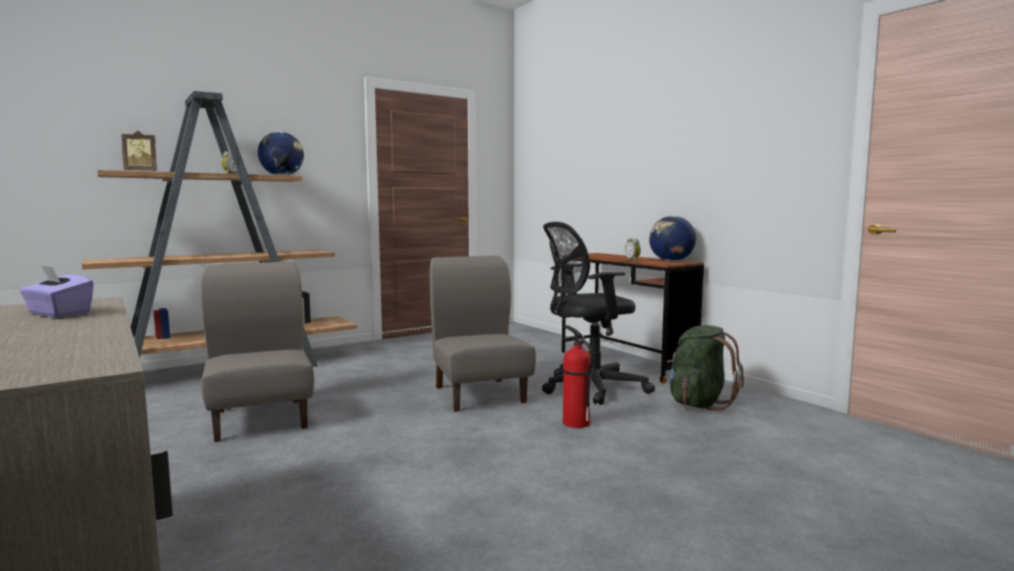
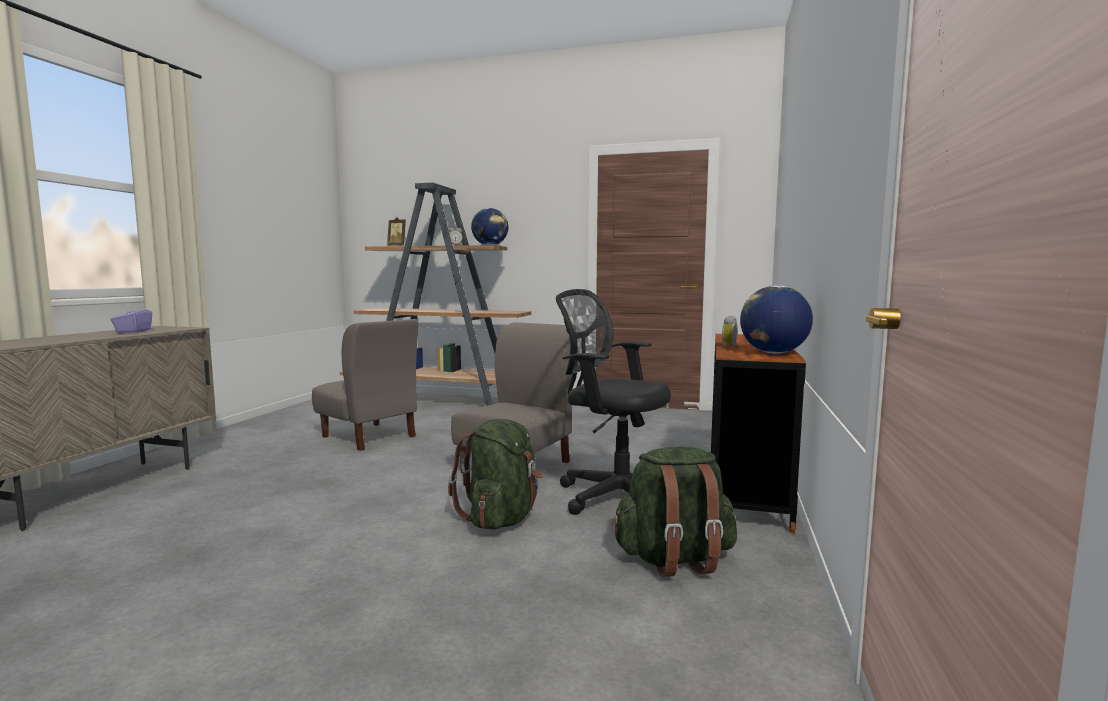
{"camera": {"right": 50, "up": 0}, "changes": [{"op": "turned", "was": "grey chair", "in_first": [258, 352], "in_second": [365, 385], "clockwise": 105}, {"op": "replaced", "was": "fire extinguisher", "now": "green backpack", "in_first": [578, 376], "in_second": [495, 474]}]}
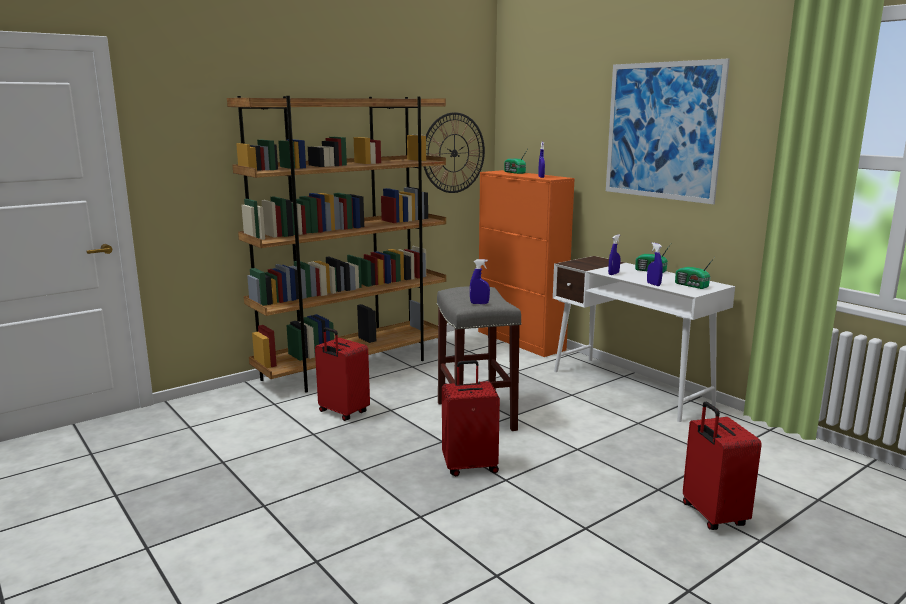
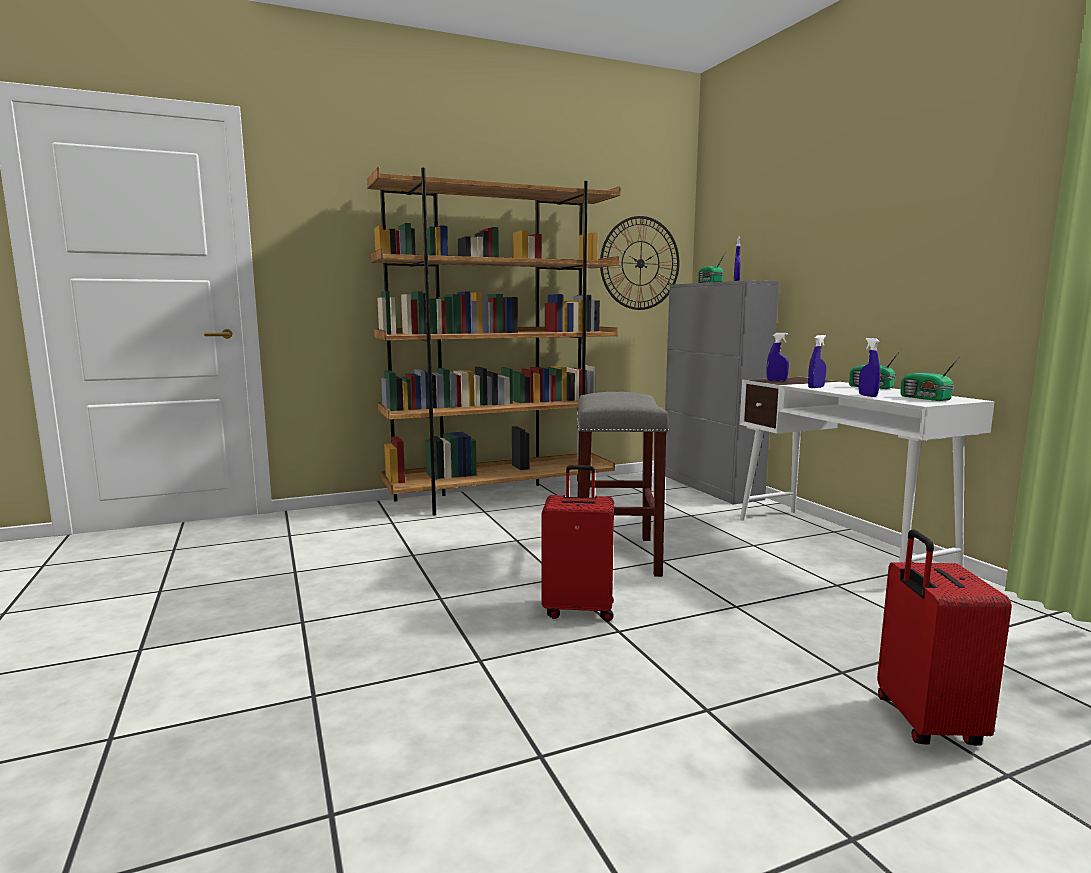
{"camera": {"right": 15, "up": -5}, "changes": [{"op": "removed", "was": "picture", "in_first": [668, 131]}, {"op": "recoloured", "was": "orange cabinet", "now": "grey cabinet", "in_first": [526, 263], "in_second": [722, 392]}, {"op": "moved", "was": "blue spray bottle", "in_first": [480, 281], "in_second": [777, 357]}, {"op": "removed", "was": "red suitcase", "in_first": [342, 374]}]}
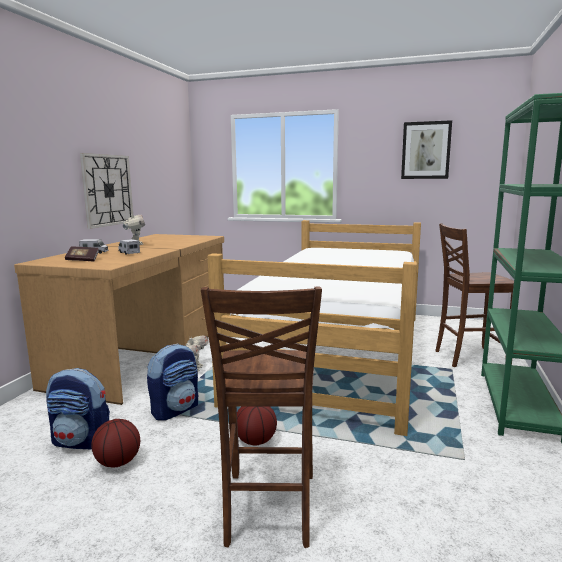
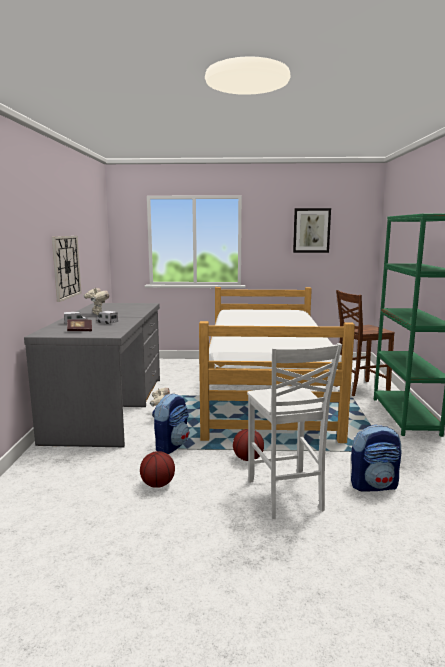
{"camera": {"right": -15, "up": 0}, "changes": [{"op": "recoloured", "was": "brown desk", "now": "grey desk", "in_first": [119, 319], "in_second": [92, 375]}, {"op": "recoloured", "was": "brown chair", "now": "white chair", "in_first": [261, 417], "in_second": [294, 431]}, {"op": "moved", "was": "backpack", "in_first": [78, 408], "in_second": [376, 458]}]}
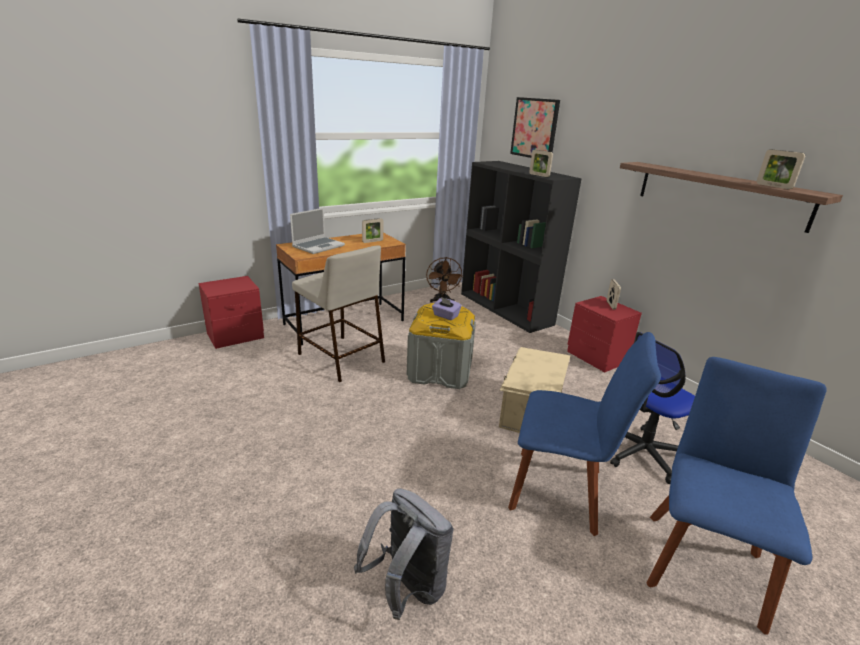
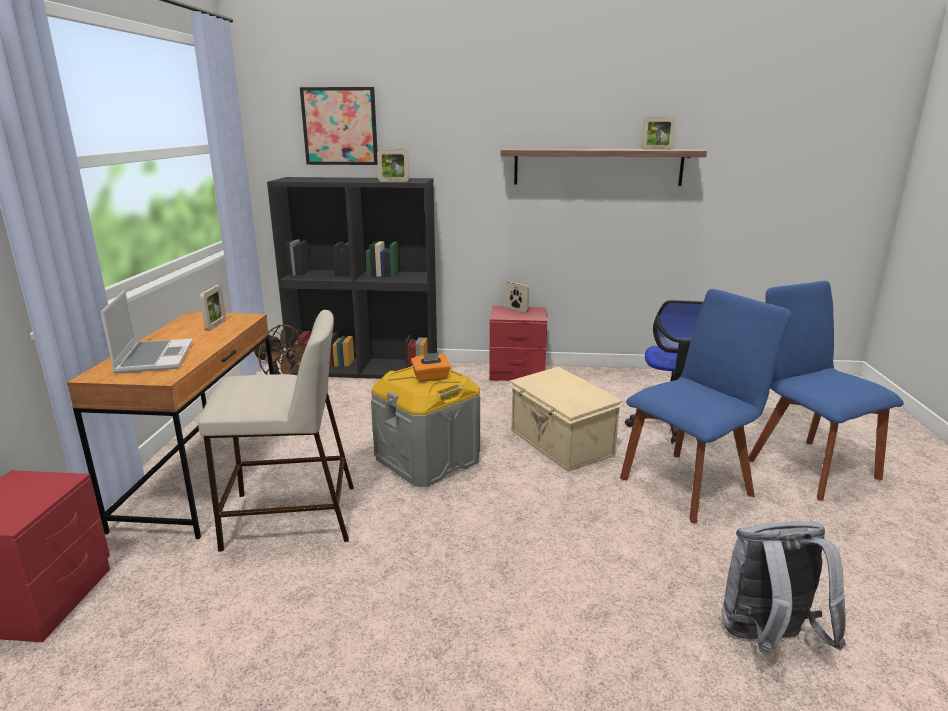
{"camera": {"right": -50, "up": -5}, "changes": [{"op": "recoloured", "was": "purple tissue box", "now": "orange tissue box", "in_first": [446, 308], "in_second": [431, 367]}]}
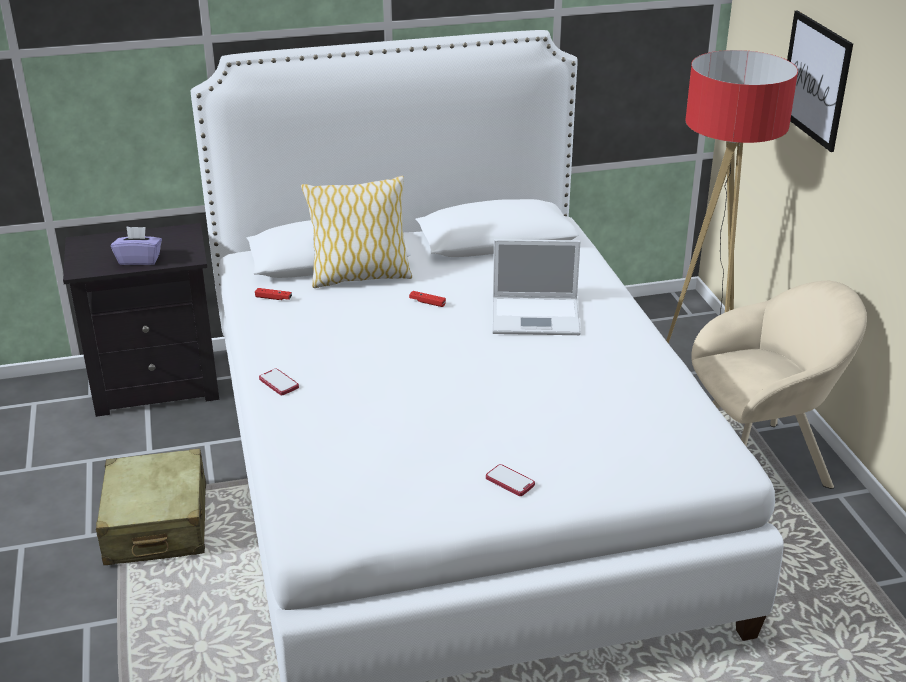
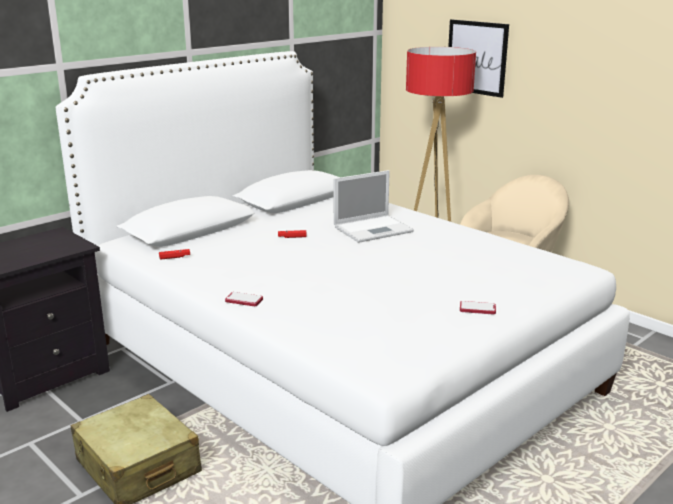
{"camera": {"right": -30, "up": -10}, "changes": [{"op": "removed", "was": "pillow", "in_first": [356, 232]}, {"op": "removed", "was": "purple tissue box", "in_first": [136, 245]}]}
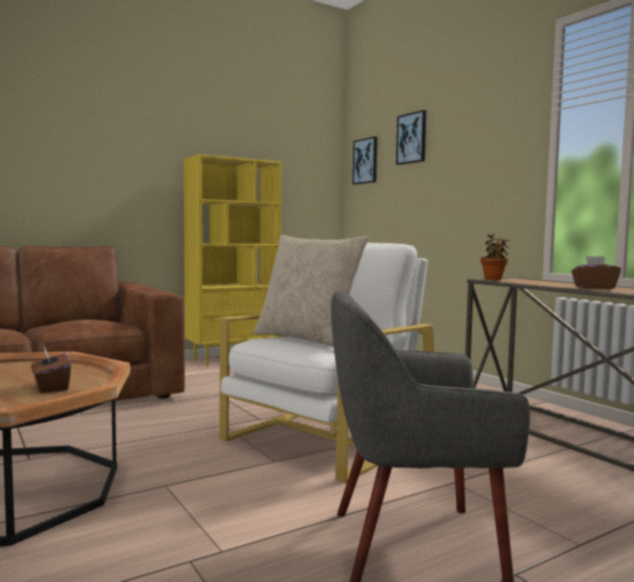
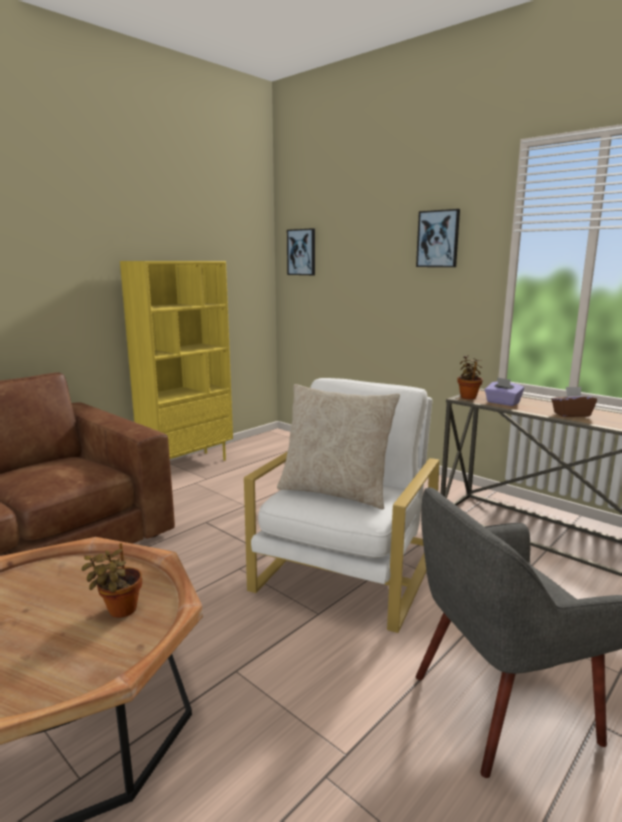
{"camera": {"right": -15, "up": 10}, "changes": [{"op": "moved", "was": "picture", "in_first": [411, 137], "in_second": [438, 238]}, {"op": "replaced", "was": "brown tissue box", "now": "potted plant", "in_first": [51, 369], "in_second": [111, 580]}, {"op": "added", "now": "purple tissue box", "in_second": [504, 391]}]}
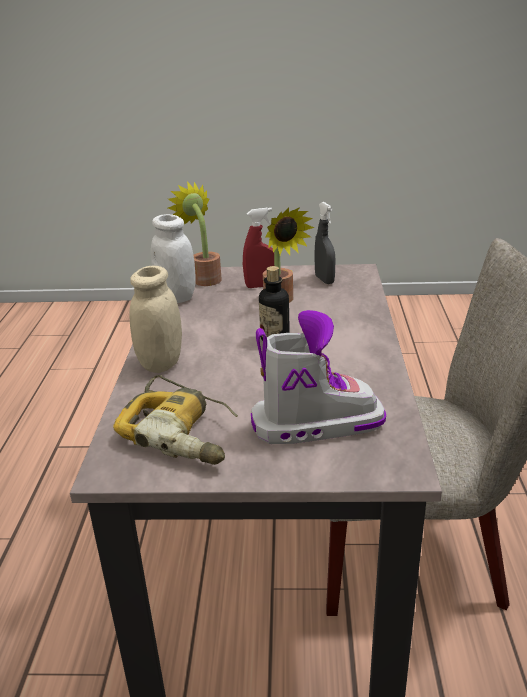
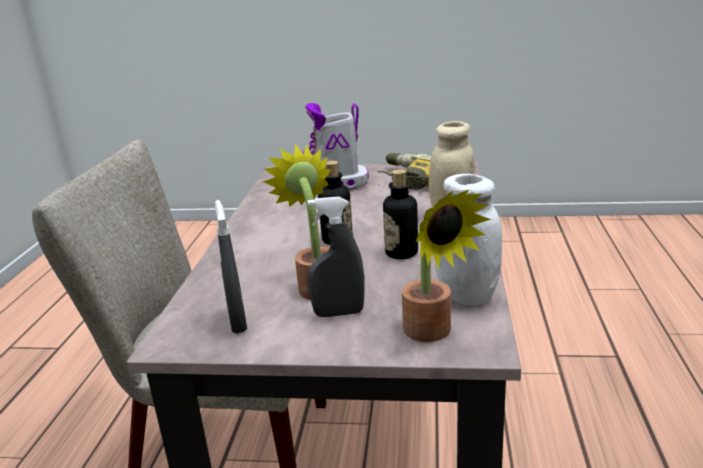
{"camera": {"right": -175, "up": -5}, "changes": [{"op": "recoloured", "was": "red spray bottle", "now": "grey spray bottle", "in_first": [258, 248], "in_second": [336, 257]}, {"op": "added", "now": "bottle", "in_second": [400, 214]}]}
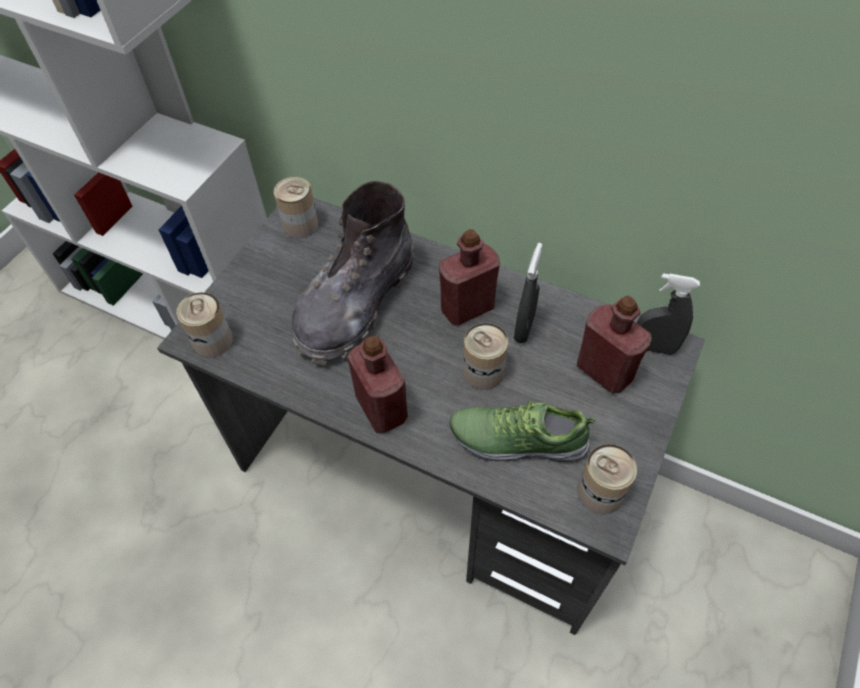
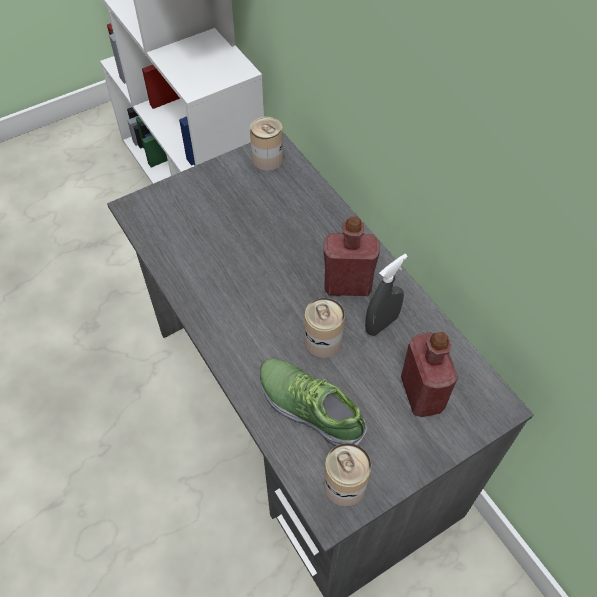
{"camera": {"right": 30, "up": 0}, "changes": [{"op": "removed", "was": "grey boot", "in_first": [353, 273]}, {"op": "removed", "was": "grey spray bottle", "in_first": [668, 314]}, {"op": "removed", "was": "can", "in_first": [205, 325]}, {"op": "removed", "was": "red bottle", "in_first": [377, 384]}]}
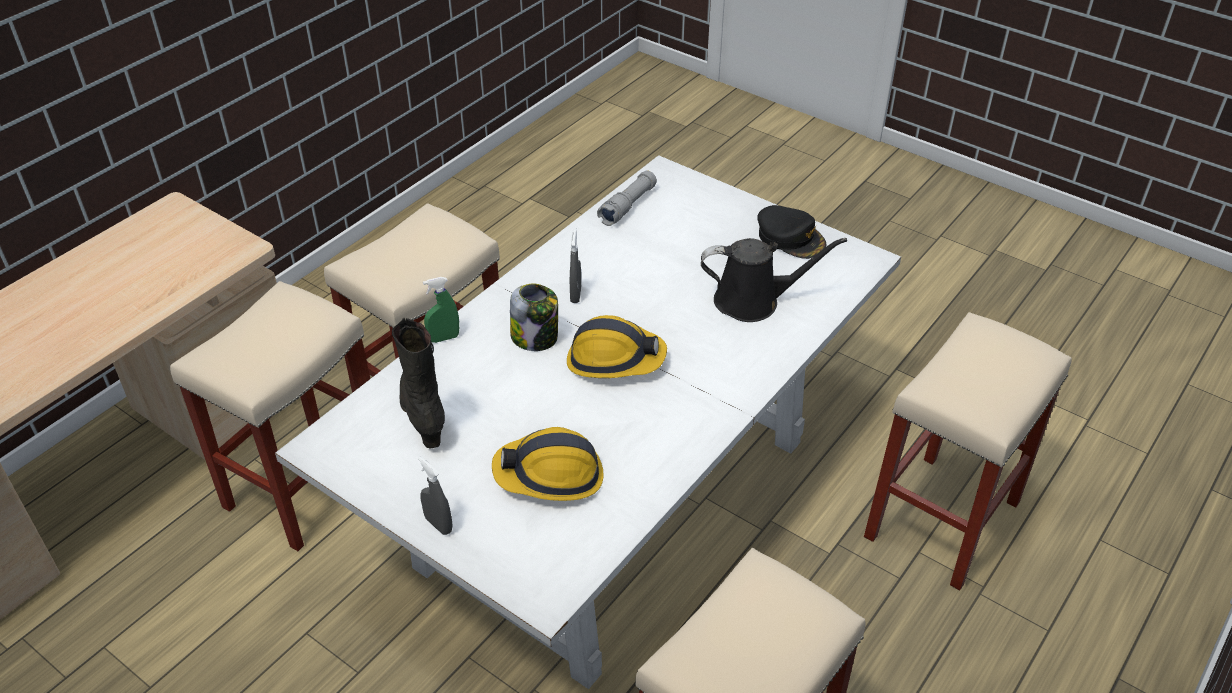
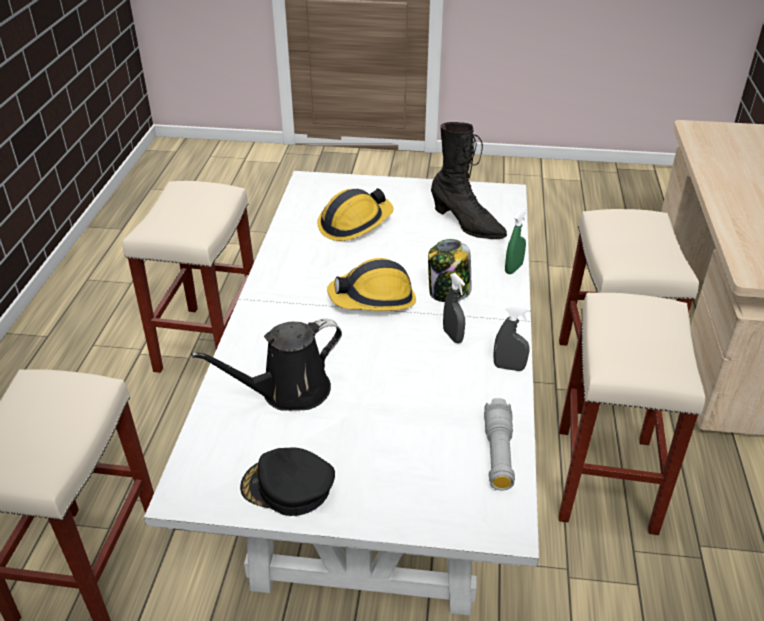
{"camera": {"right": 150, "up": -5}, "changes": [{"op": "moved", "was": "grey spray bottle", "in_first": [435, 495], "in_second": [512, 338]}]}
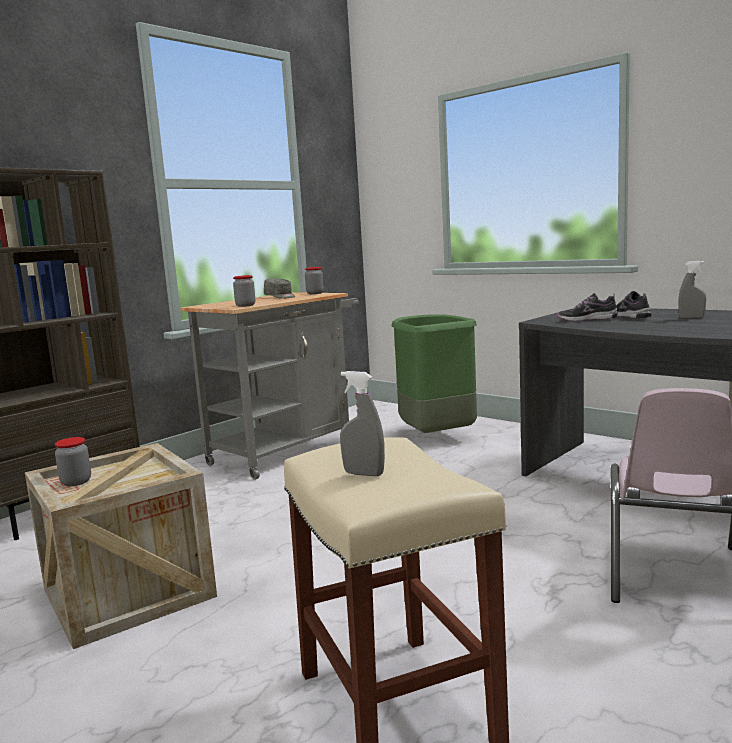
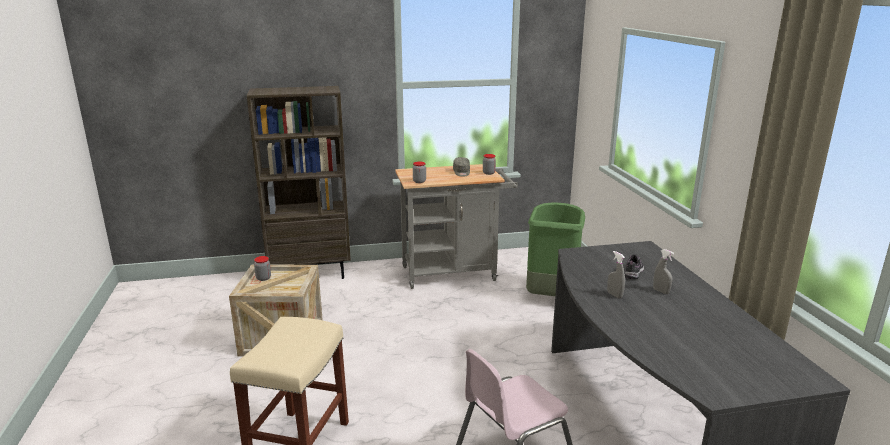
{"camera": {"right": 35, "up": 10}, "changes": [{"op": "removed", "was": "shoe", "in_first": [588, 307]}, {"op": "moved", "was": "grey spray bottle", "in_first": [362, 423], "in_second": [616, 275]}]}
